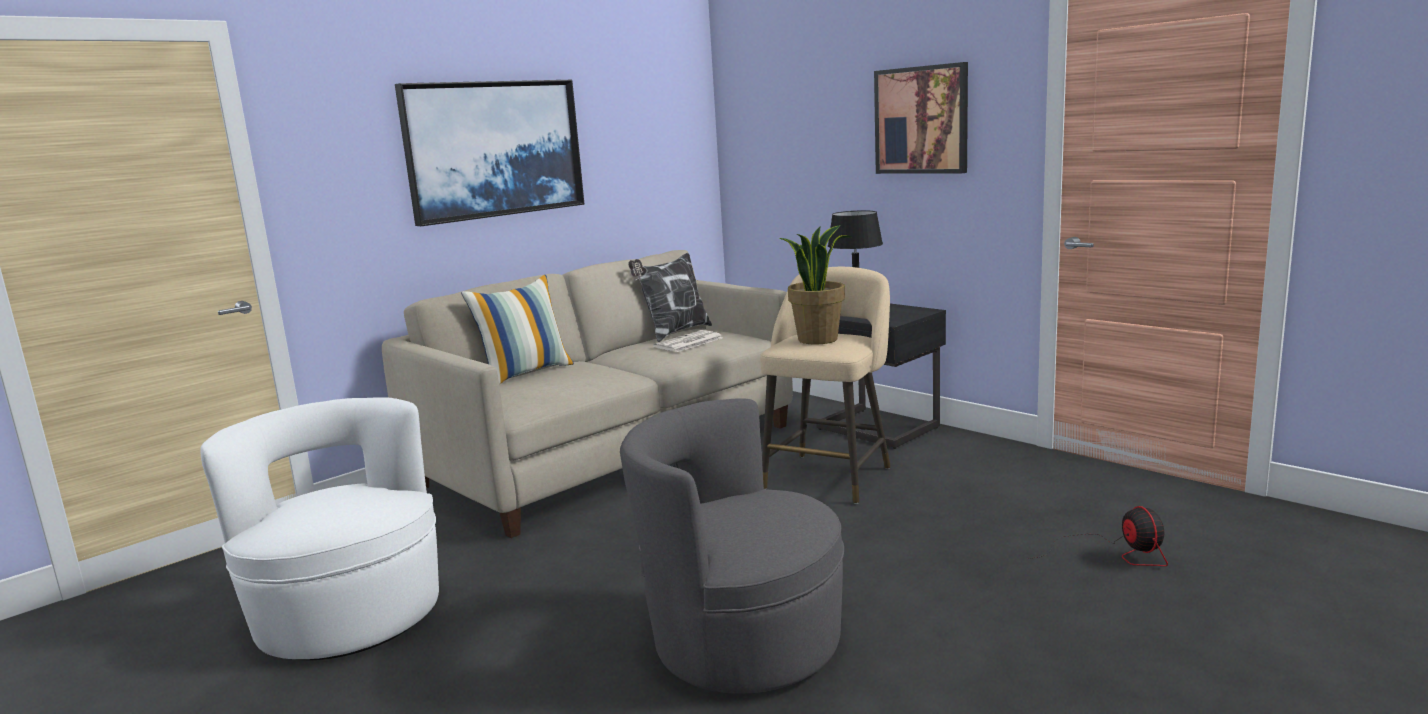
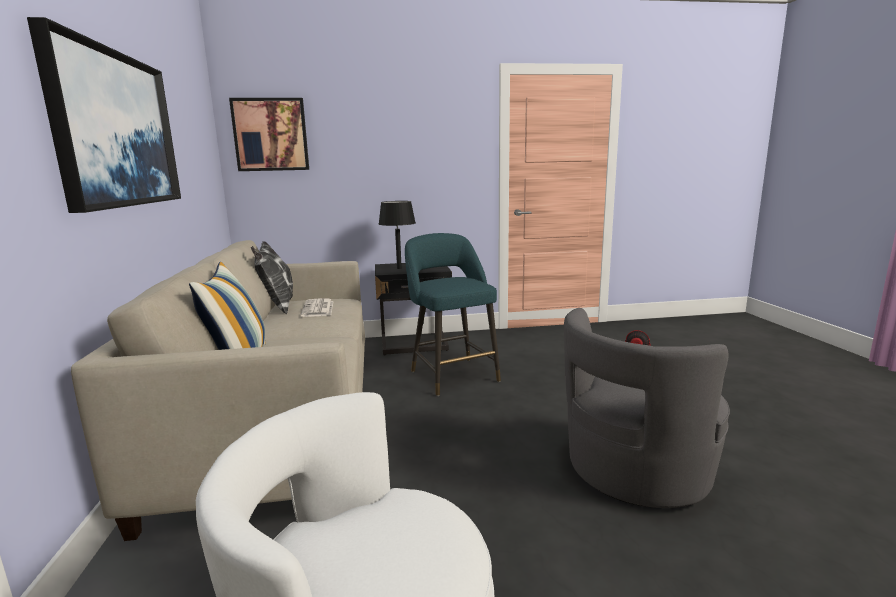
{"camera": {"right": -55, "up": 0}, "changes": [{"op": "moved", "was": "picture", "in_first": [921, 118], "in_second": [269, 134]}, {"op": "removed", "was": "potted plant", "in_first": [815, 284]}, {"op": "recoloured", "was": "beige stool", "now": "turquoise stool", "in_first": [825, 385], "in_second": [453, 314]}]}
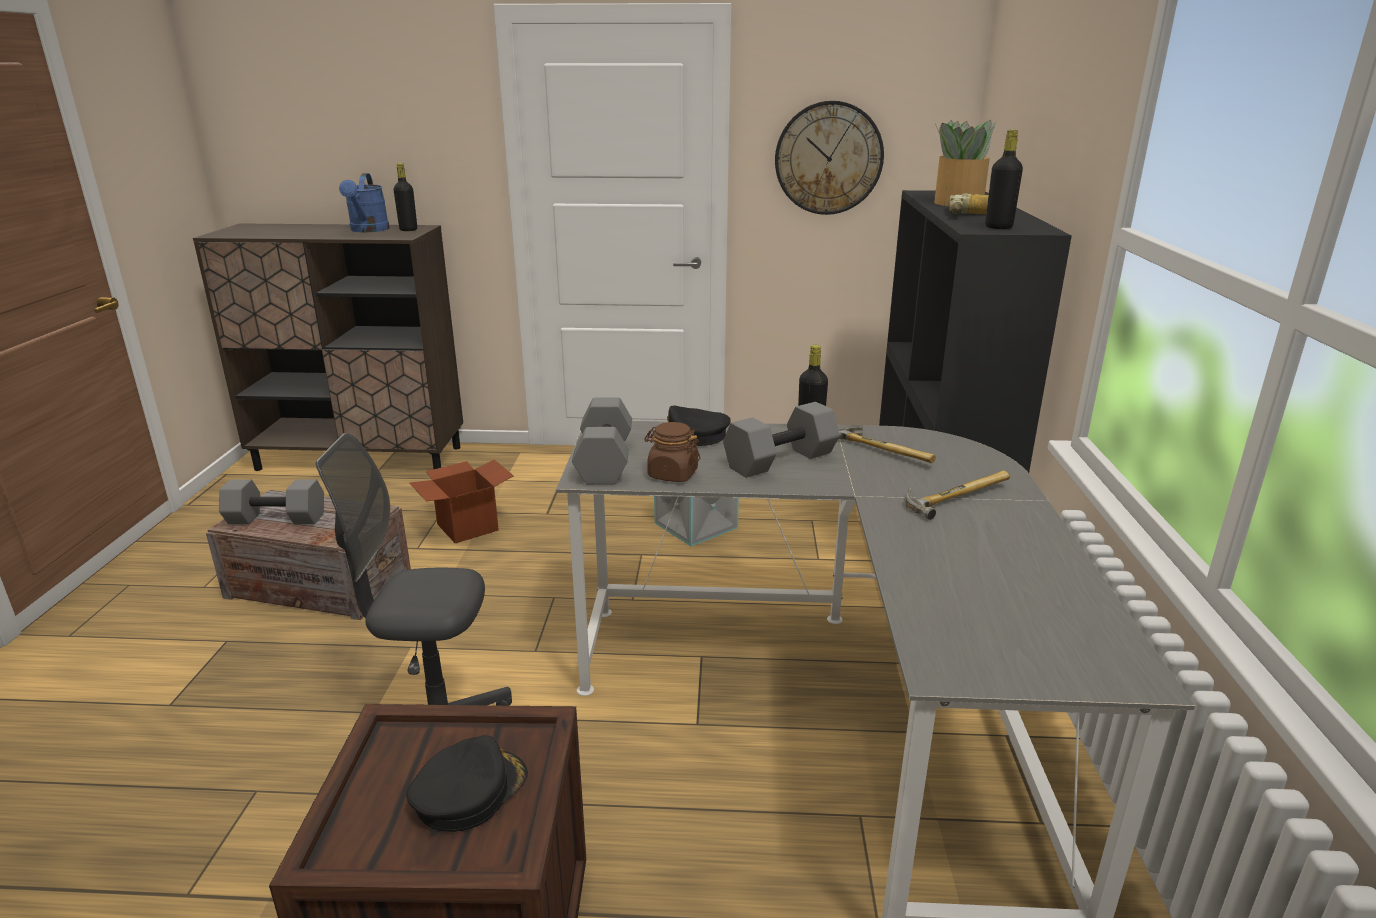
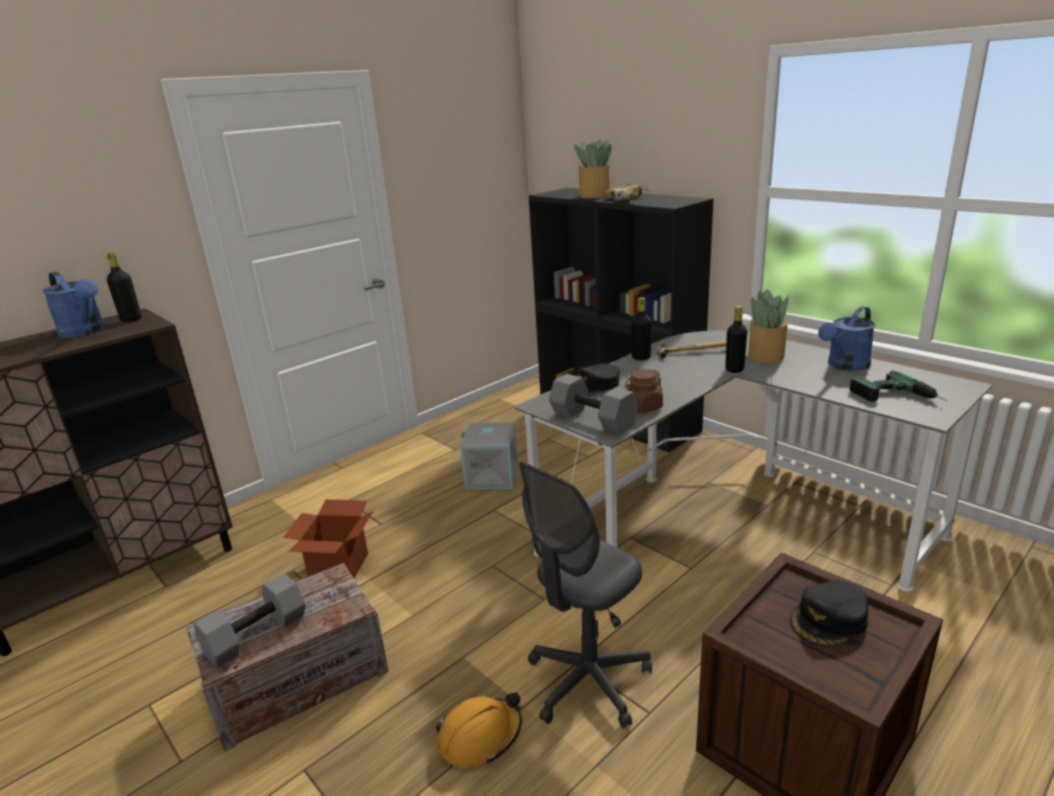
{"camera": {"right": -45, "up": 0}, "changes": [{"op": "removed", "was": "wall clock", "in_first": [829, 158]}, {"op": "moved", "was": "black bottle", "in_first": [1004, 179], "in_second": [736, 339]}, {"op": "removed", "was": "grey dumbbell", "in_first": [781, 440]}, {"op": "replaced", "was": "hammer", "now": "potted plant", "in_first": [958, 495], "in_second": [768, 326]}, {"op": "turned", "was": "black cap", "in_first": [467, 783], "in_second": [829, 613], "clockwise": -120}, {"op": "added", "now": "blue watering can", "in_second": [846, 338]}, {"op": "added", "now": "power drill", "in_second": [898, 386]}, {"op": "added", "now": "orange hard hat", "in_second": [479, 729]}]}
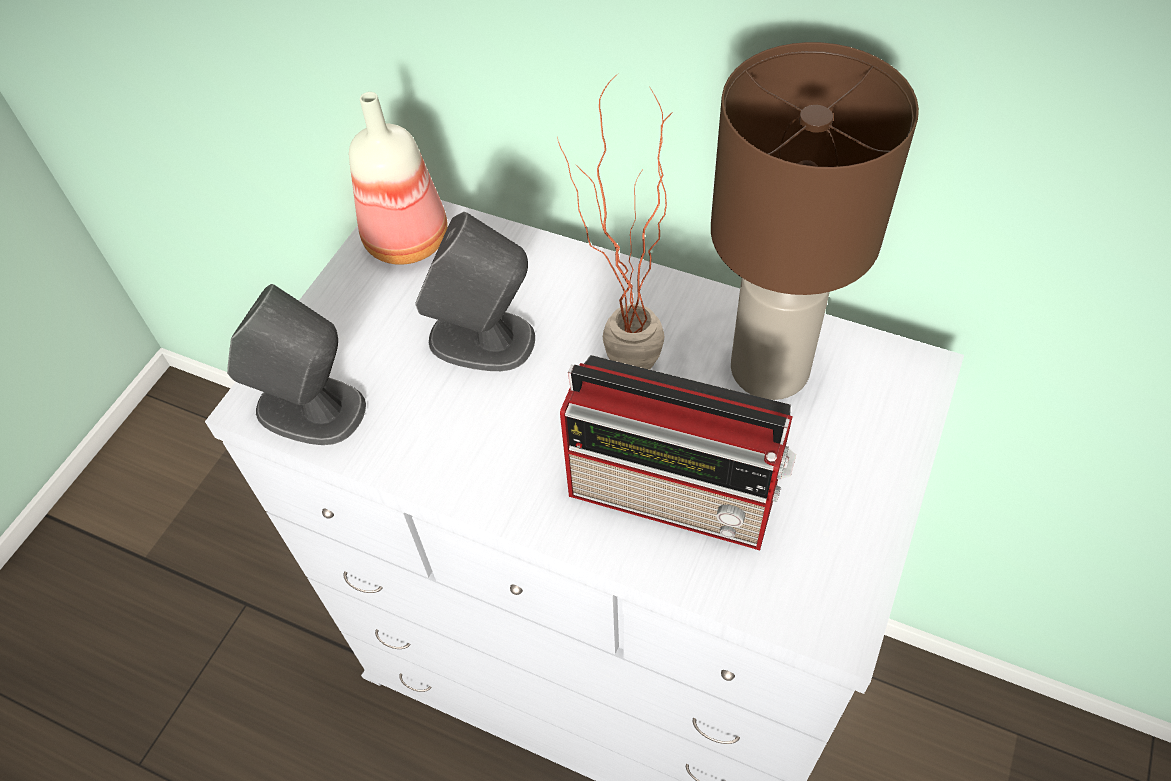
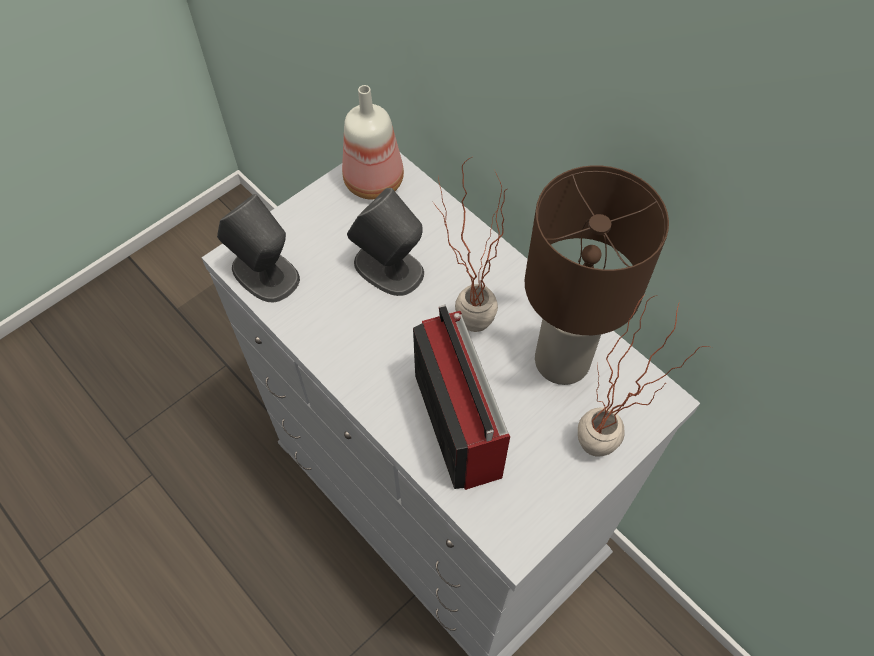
{"camera": {"right": 20, "up": 5}, "changes": [{"op": "turned", "was": "radio", "in_first": [678, 452], "in_second": [461, 397], "clockwise": -150}, {"op": "added", "now": "potted plant", "in_second": [645, 376]}]}
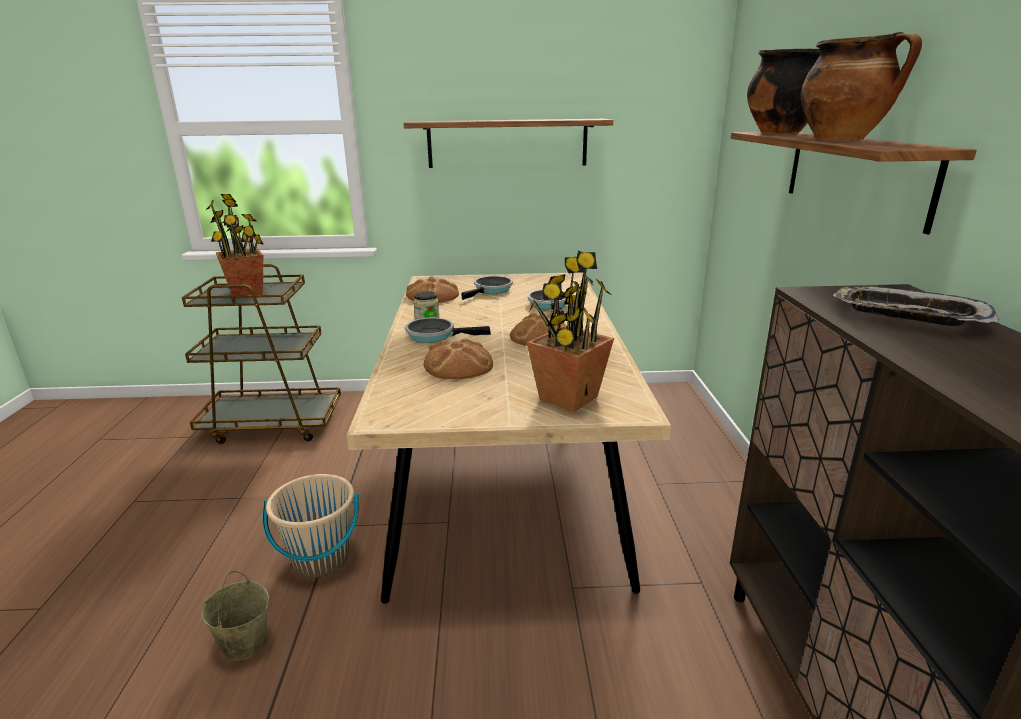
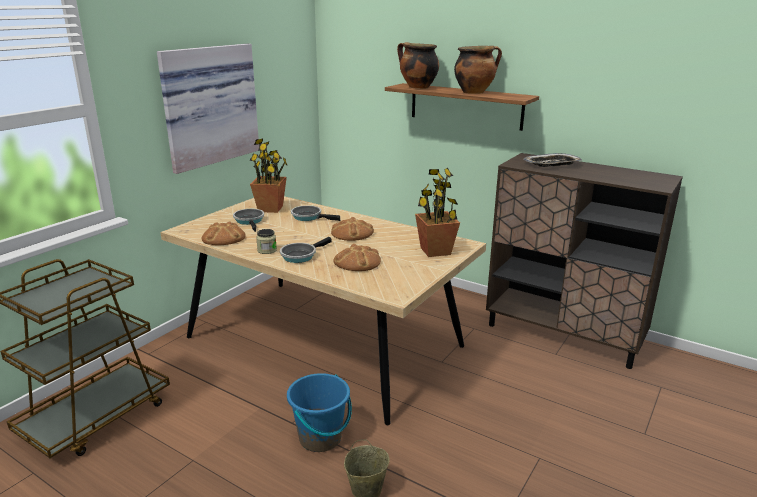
{"camera": {"right": -55, "up": 0}, "changes": [{"op": "replaced", "was": "shelf", "now": "picture", "in_first": [508, 143], "in_second": [208, 109]}, {"op": "moved", "was": "potted plant", "in_first": [235, 246], "in_second": [268, 175]}, {"op": "recoloured", "was": "beige bucket", "now": "blue bucket", "in_first": [311, 526], "in_second": [319, 412]}]}
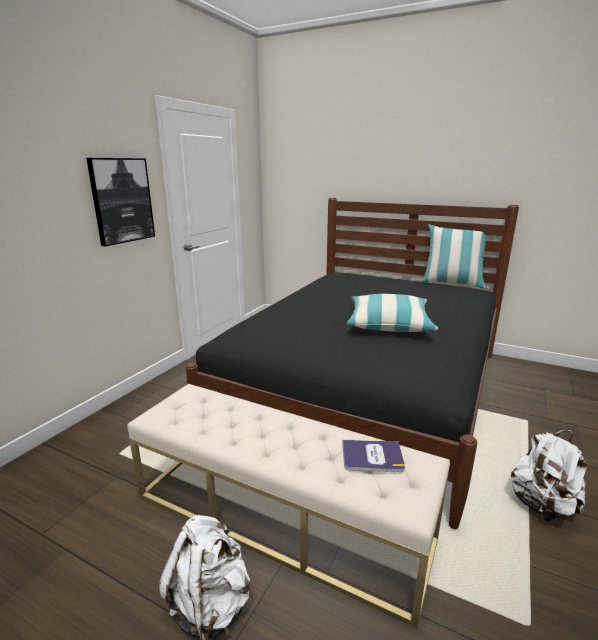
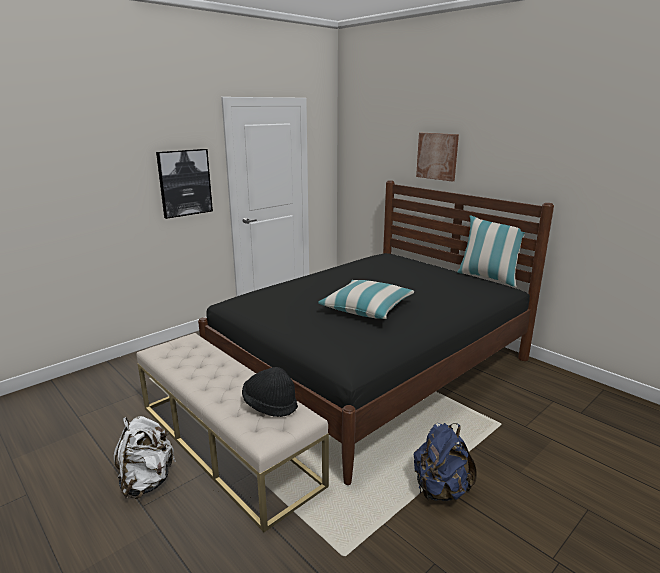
{"camera": {"right": 20, "up": 0}, "changes": [{"op": "recoloured", "was": "white backpack", "now": "blue backpack", "in_first": [549, 476], "in_second": [445, 462]}, {"op": "replaced", "was": "book", "now": "black hat", "in_first": [373, 456], "in_second": [270, 392]}, {"op": "added", "now": "picture", "in_second": [437, 157]}]}
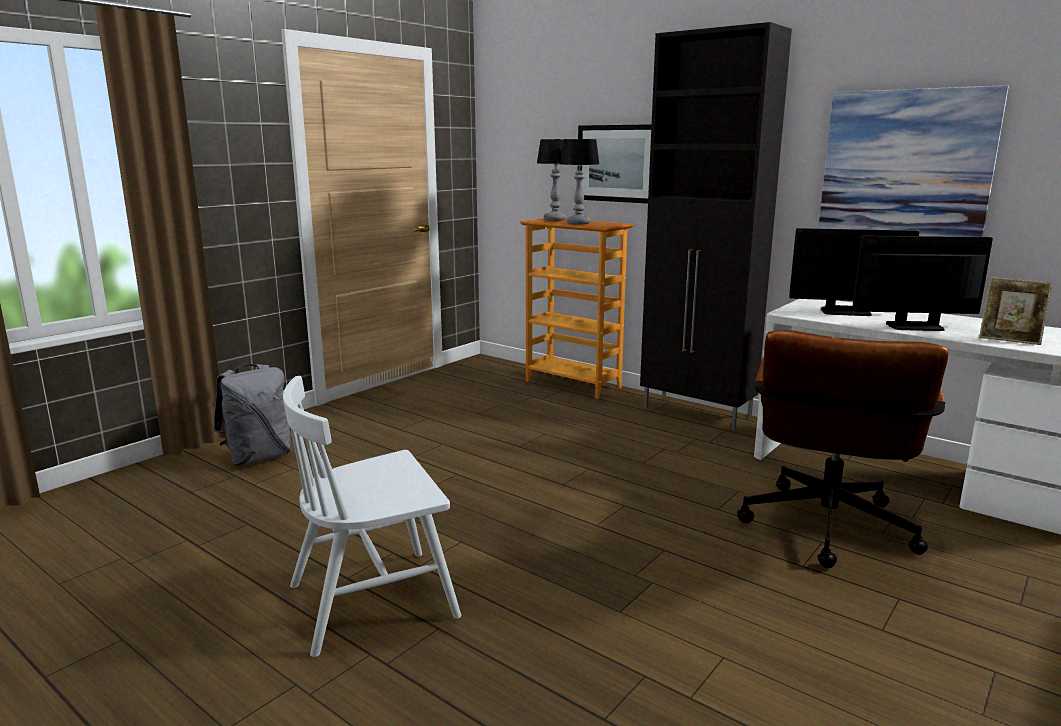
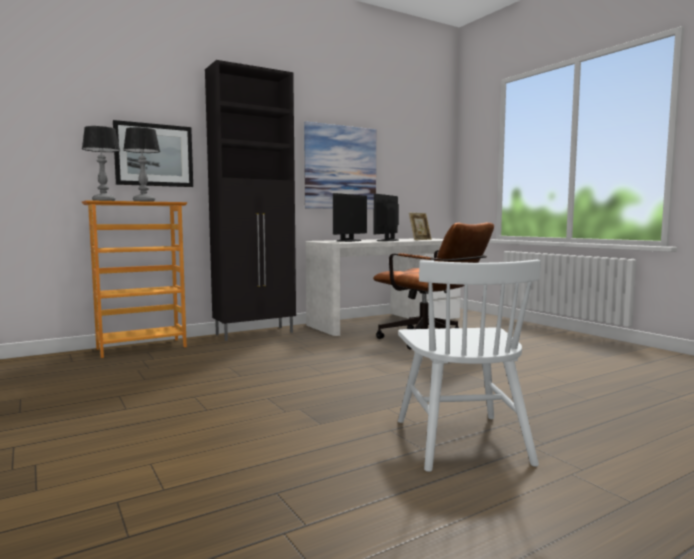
{"camera": {"right": -70, "up": -10}, "changes": [{"op": "removed", "was": "grey backpack", "in_first": [252, 415]}]}
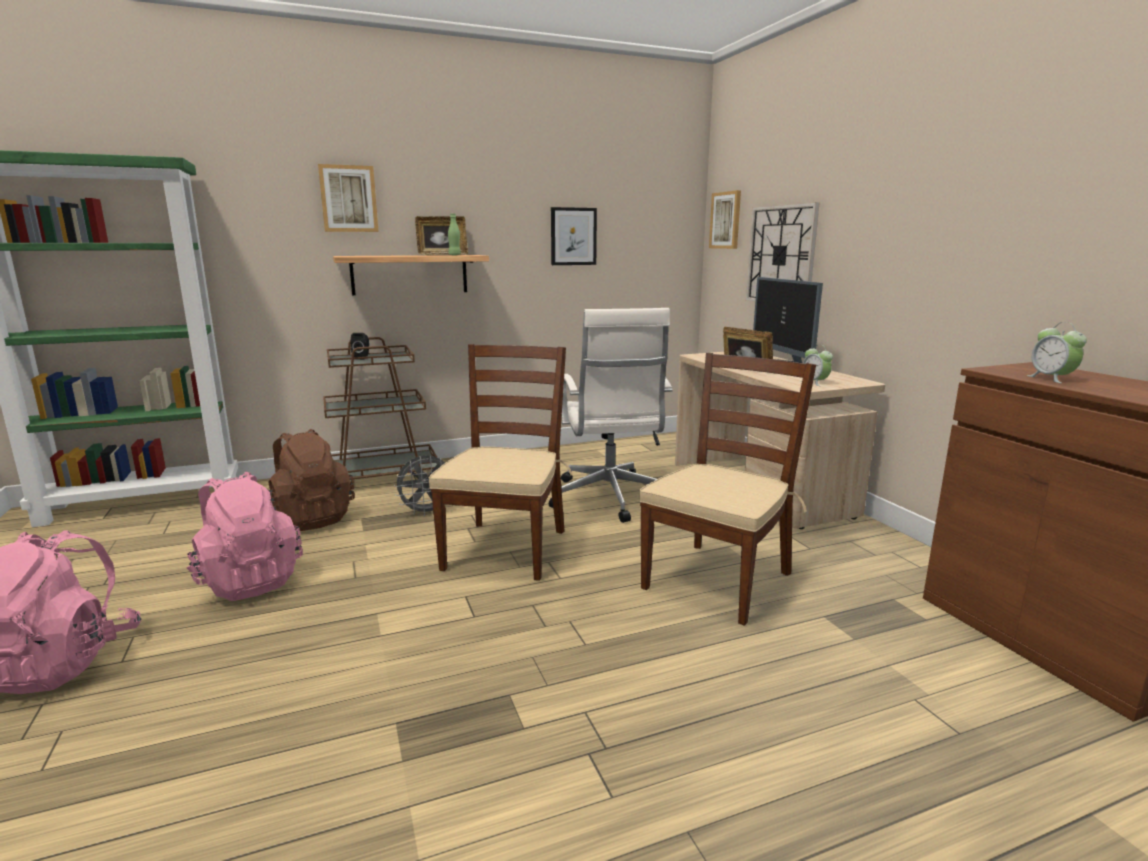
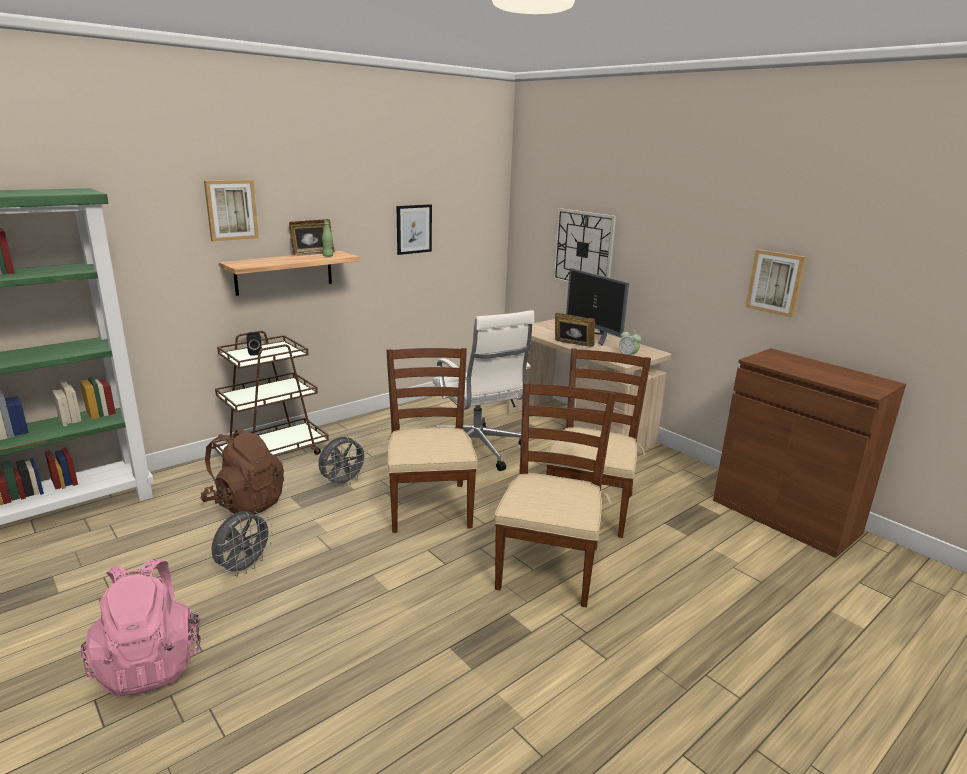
{"camera": {"right": -20, "up": 5}, "changes": [{"op": "moved", "was": "picture", "in_first": [725, 219], "in_second": [776, 283]}, {"op": "removed", "was": "alarm clock", "in_first": [1057, 352]}, {"op": "replaced", "was": "pink backpack", "now": "grey fan", "in_first": [245, 536], "in_second": [242, 543]}, {"op": "added", "now": "brown chair", "in_second": [555, 494]}]}
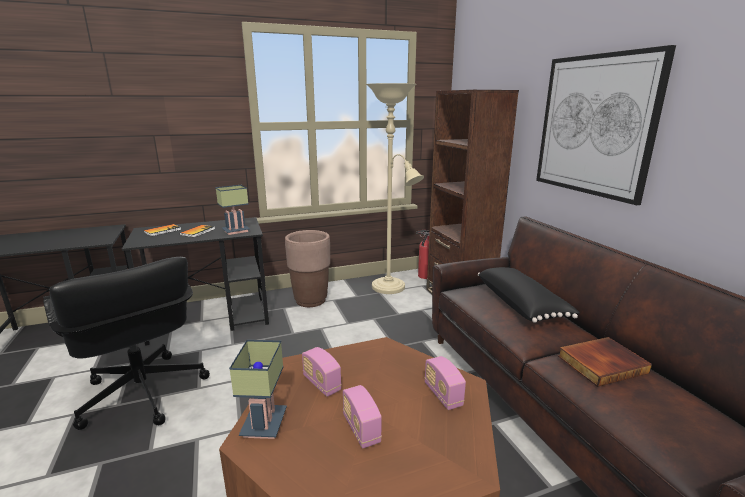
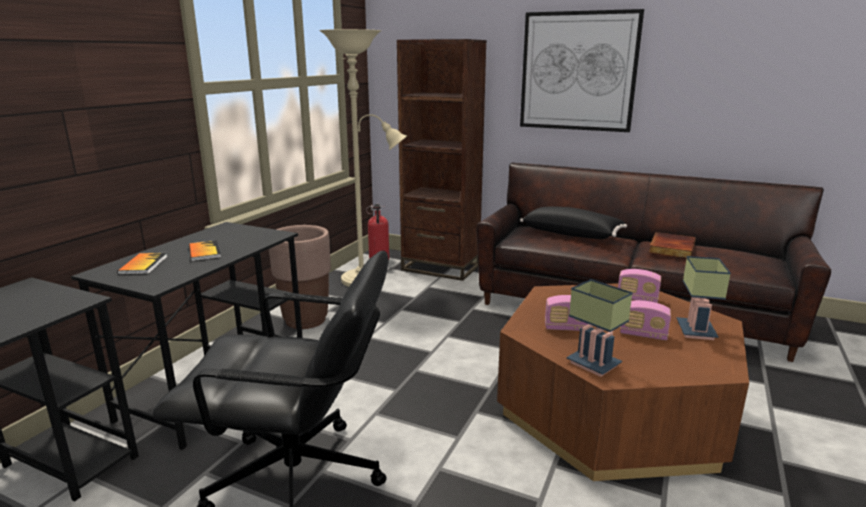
{"camera": {"right": -45, "up": 0}, "changes": [{"op": "moved", "was": "table lamp", "in_first": [232, 210], "in_second": [704, 298]}]}
